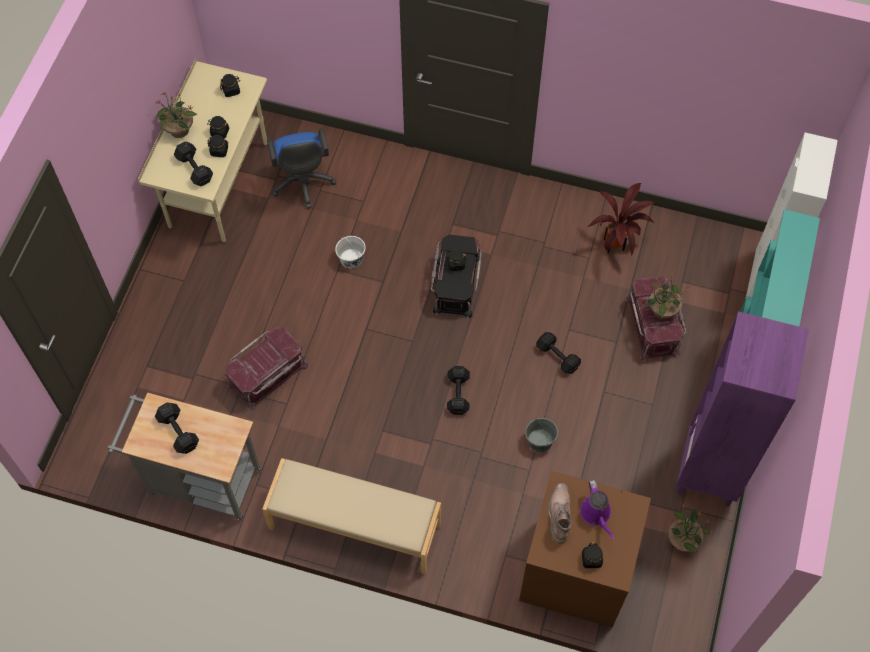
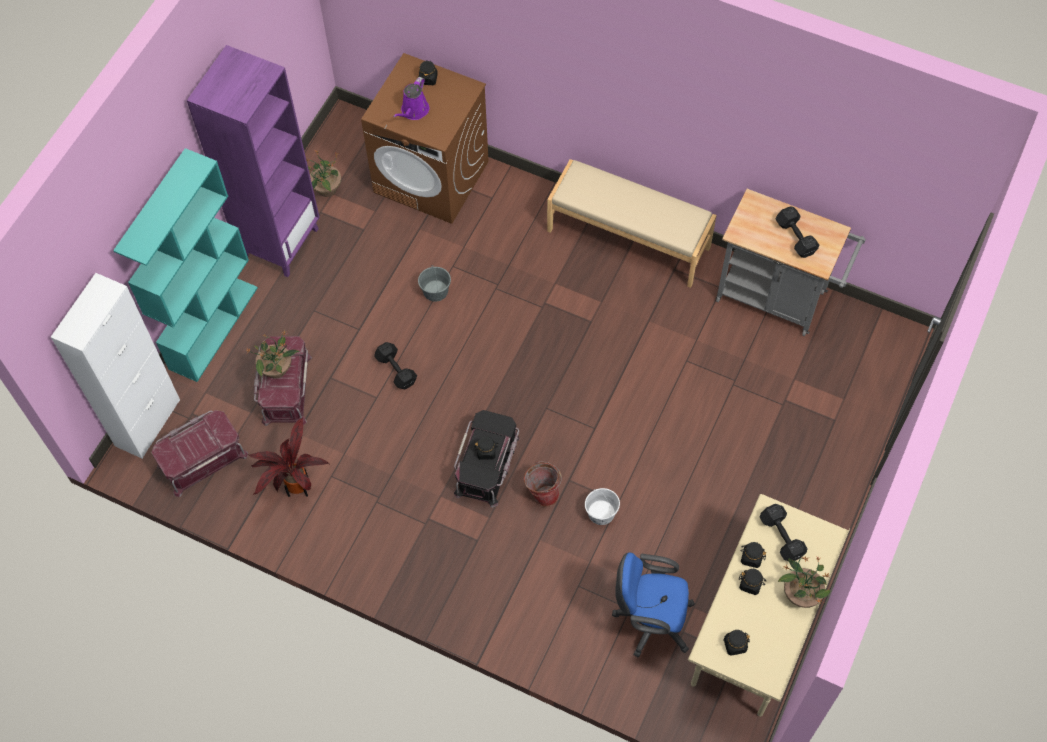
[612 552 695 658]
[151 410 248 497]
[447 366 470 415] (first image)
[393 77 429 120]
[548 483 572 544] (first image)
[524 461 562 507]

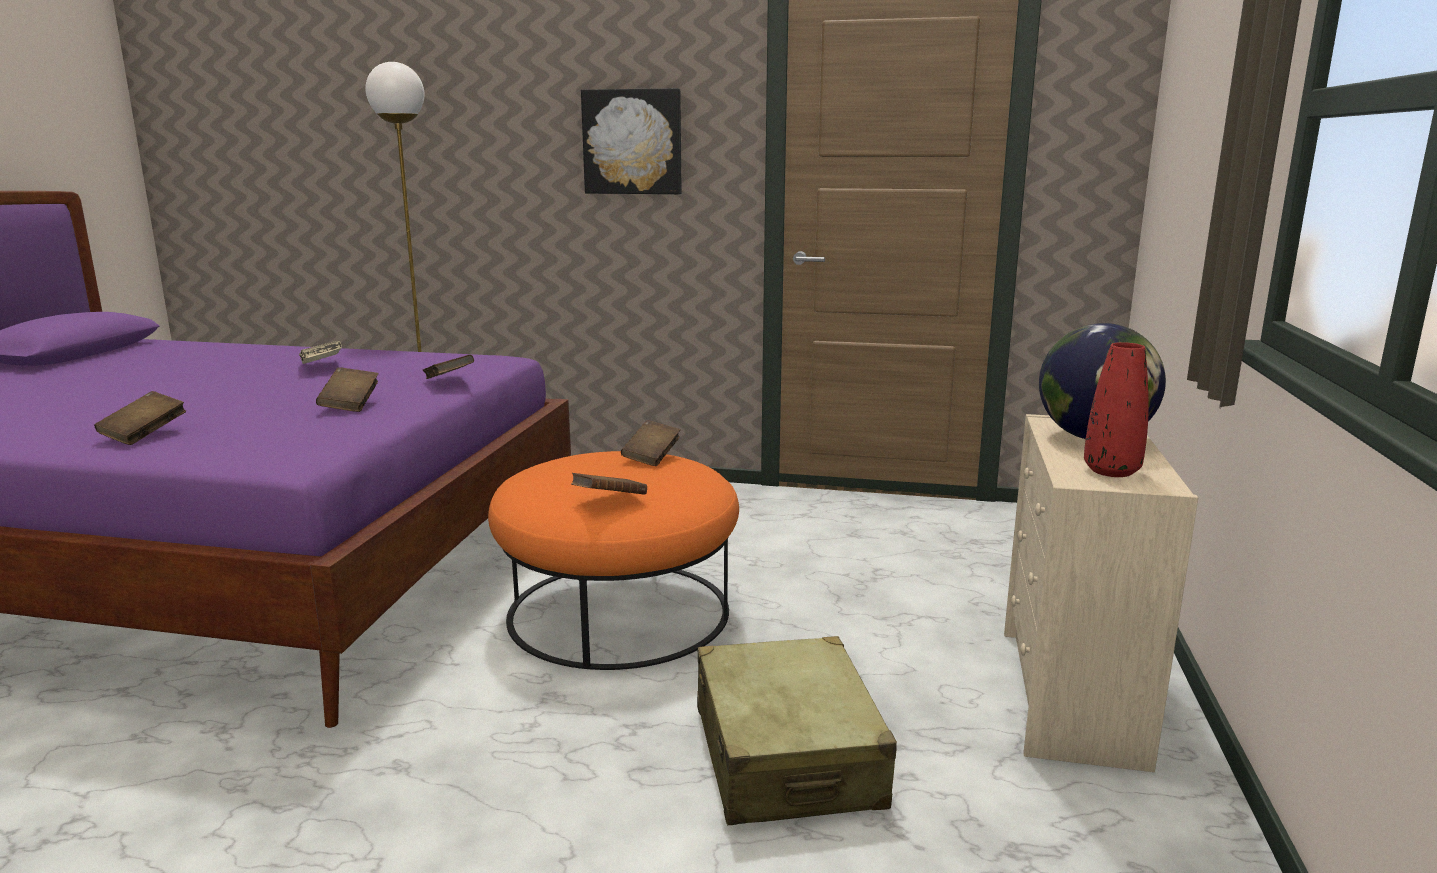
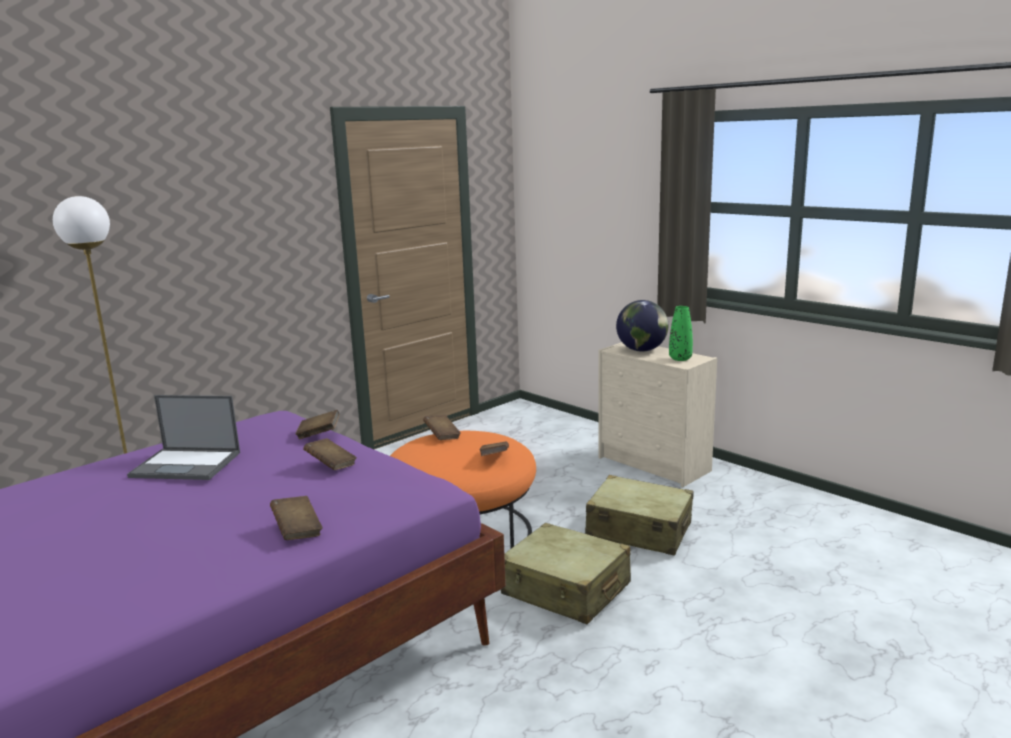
[581 88 682 194] (first image)
[127 395 240 480]
[669 306 693 361]
[501 523 631 624]

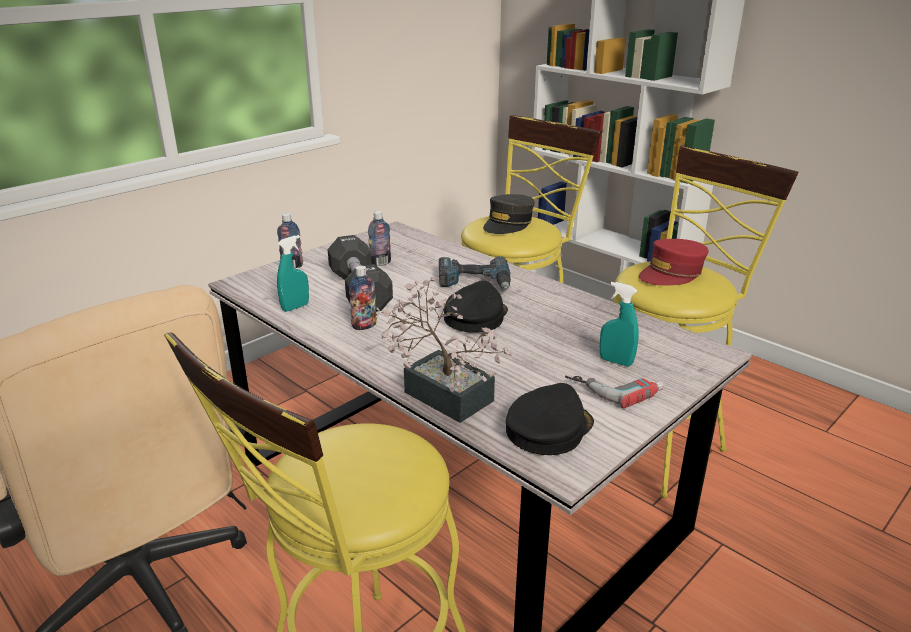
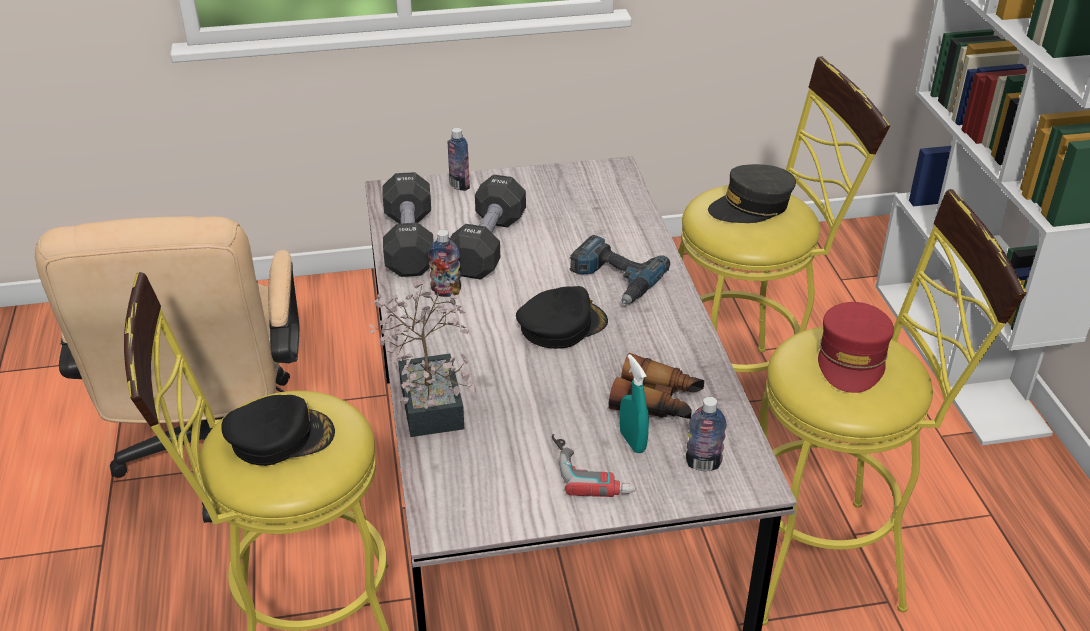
[686 397 727 471]
[382 172 434 277]
[818 302 894 393]
[221 395 335 466]
[609 353 705 419]

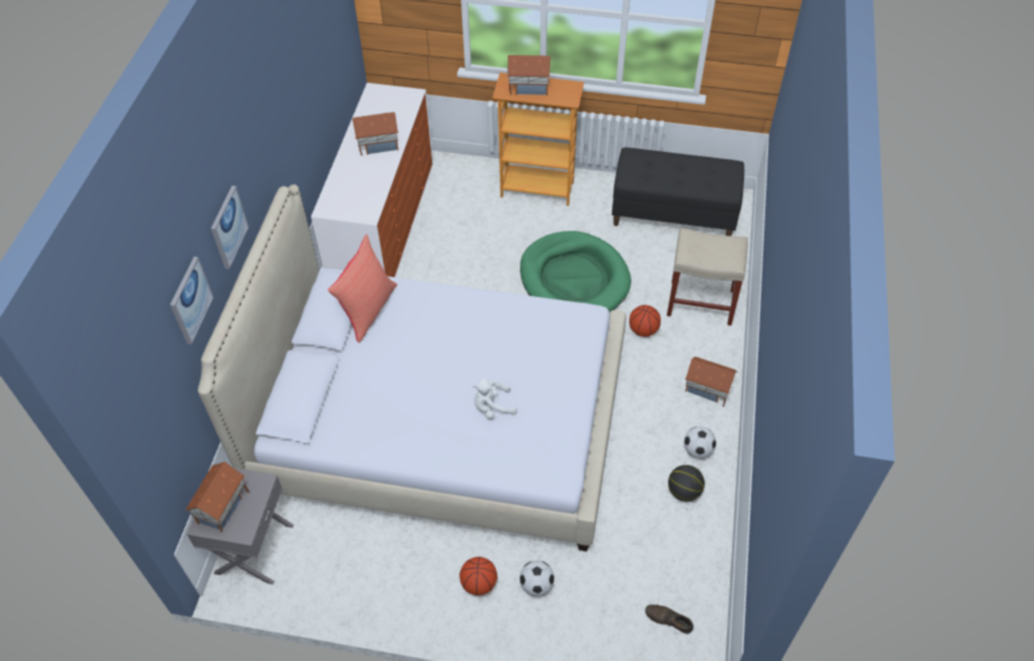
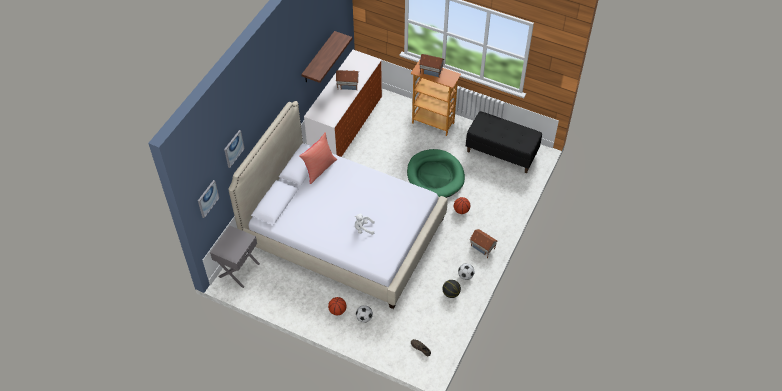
[198 180 219 218]
[667 228 748 326] (first image)
[185 462 249 532] (first image)
[301 31 352 83]

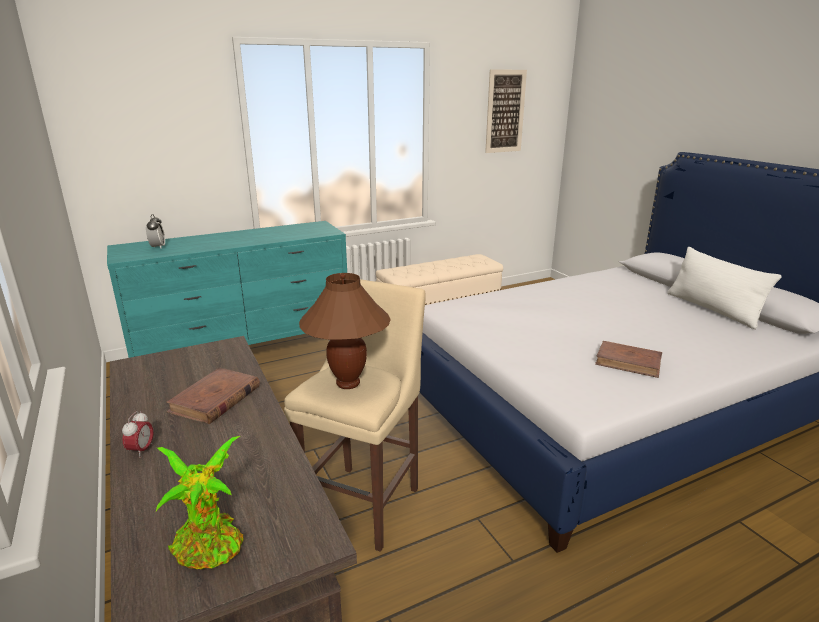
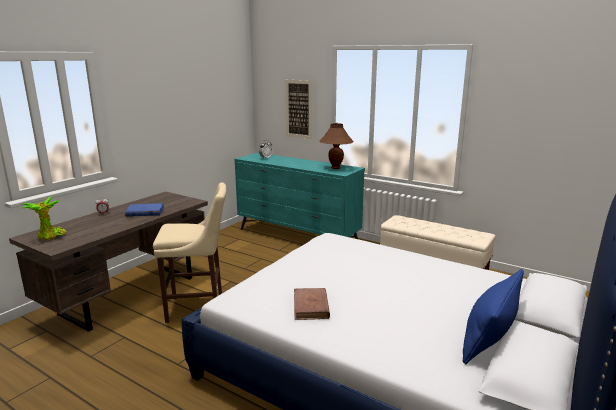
[285 80 312 139]
[463 269 524 364]
[320 123 354 169]
[125 203 164 217]

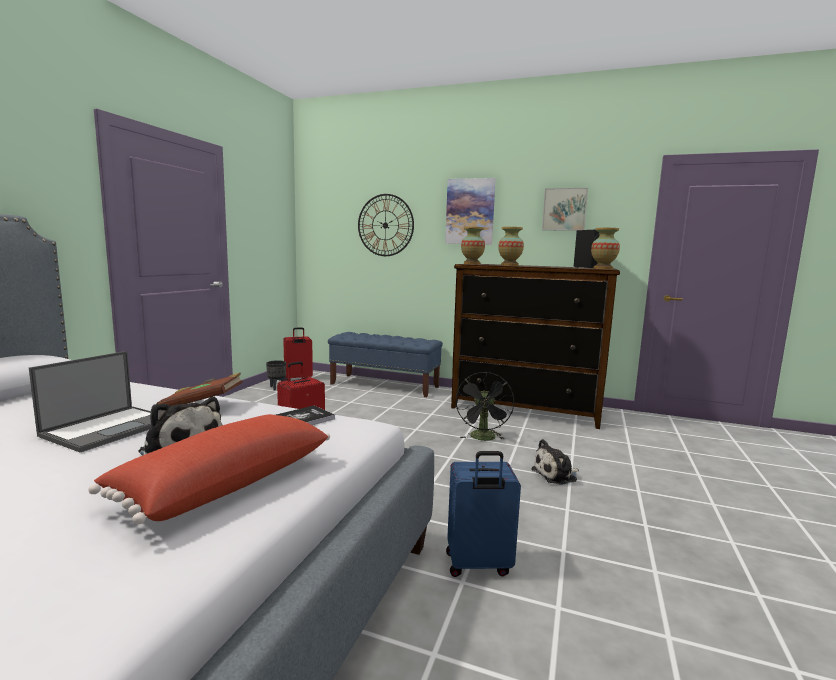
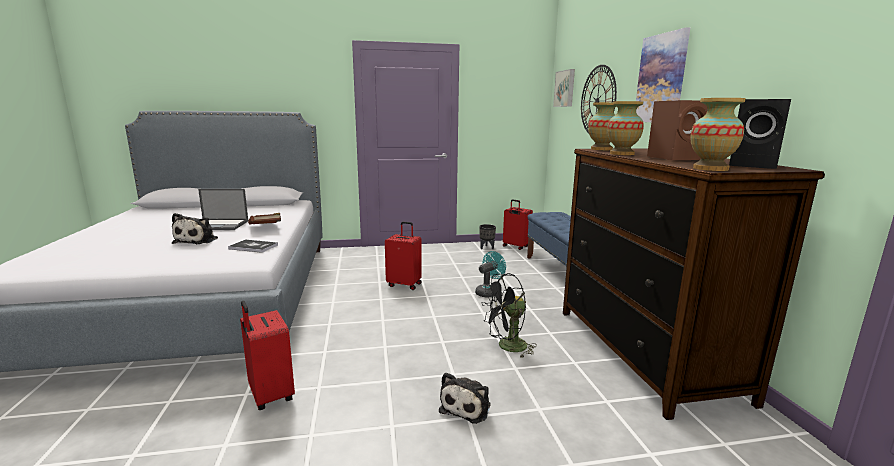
[553 69 575 107]
[88 414 330 524] (first image)
[439 372 491 424]
[240 301 295 410]
[647 100 708 160]
[475 251 506 298]

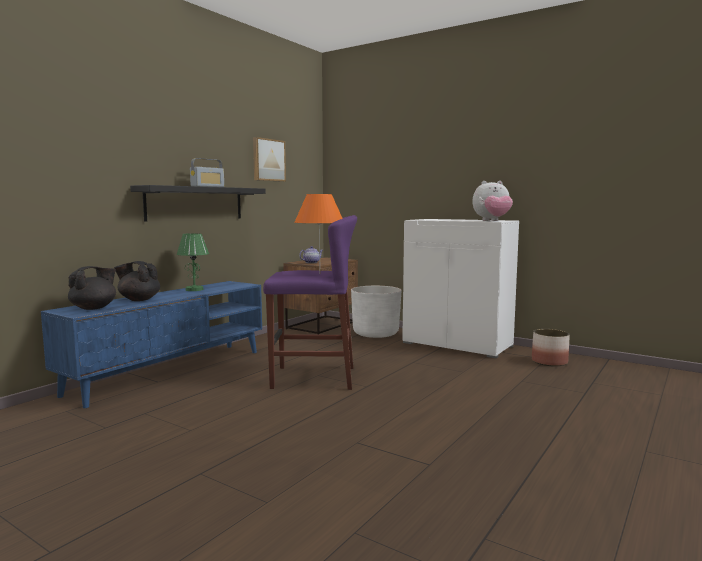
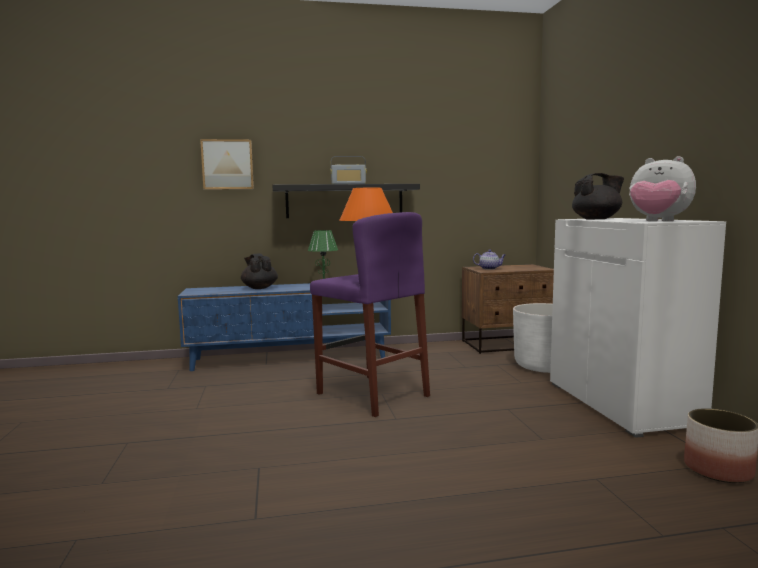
[200 139 254 190]
[572 173 624 220]

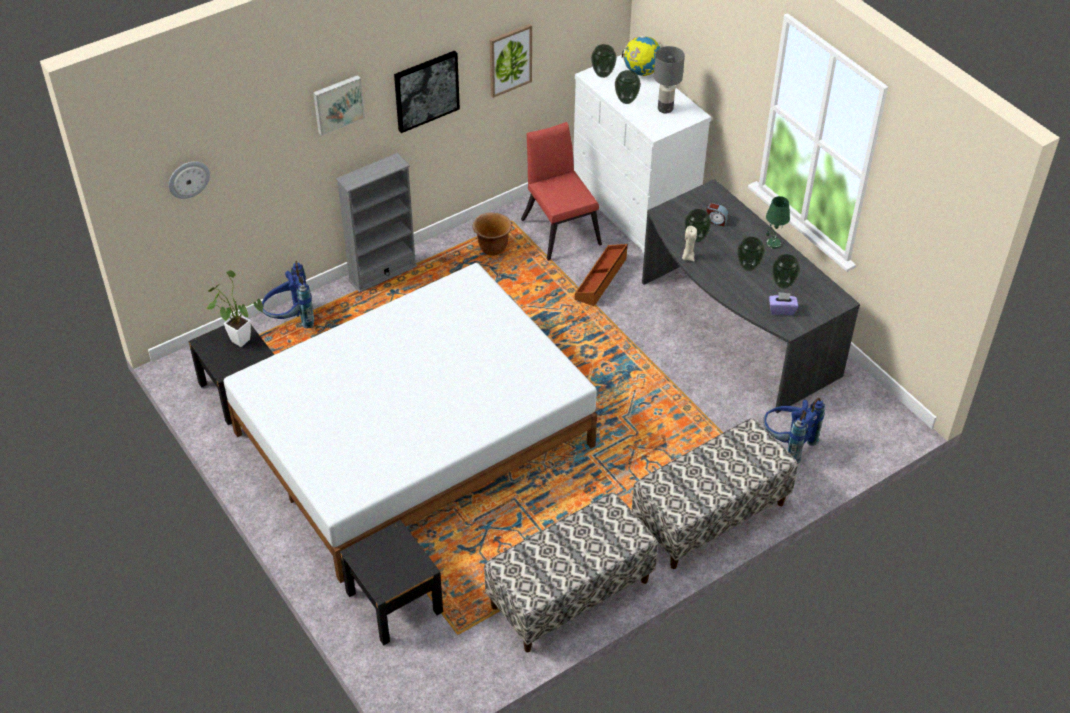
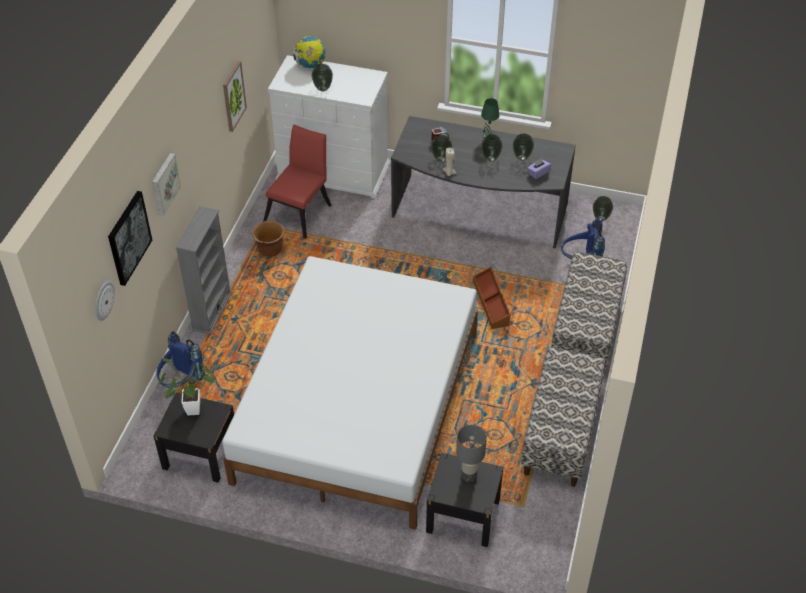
[593 196 613 222]
[456 425 487 482]
[108 191 152 286]
[263 125 331 239]
[473 267 511 329]

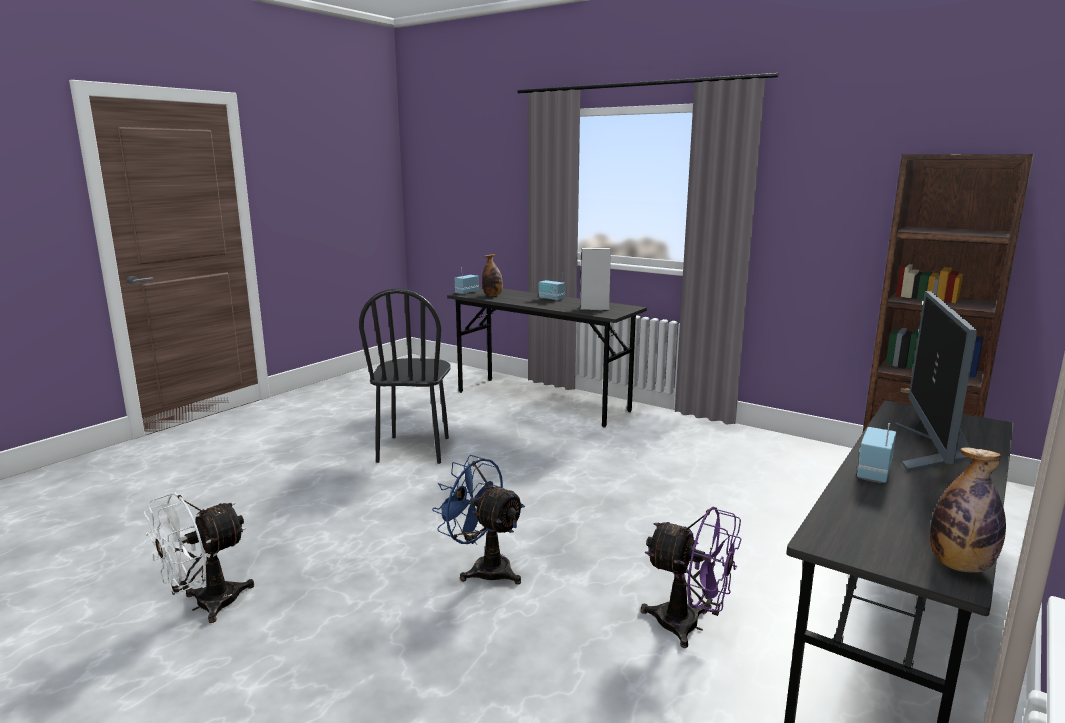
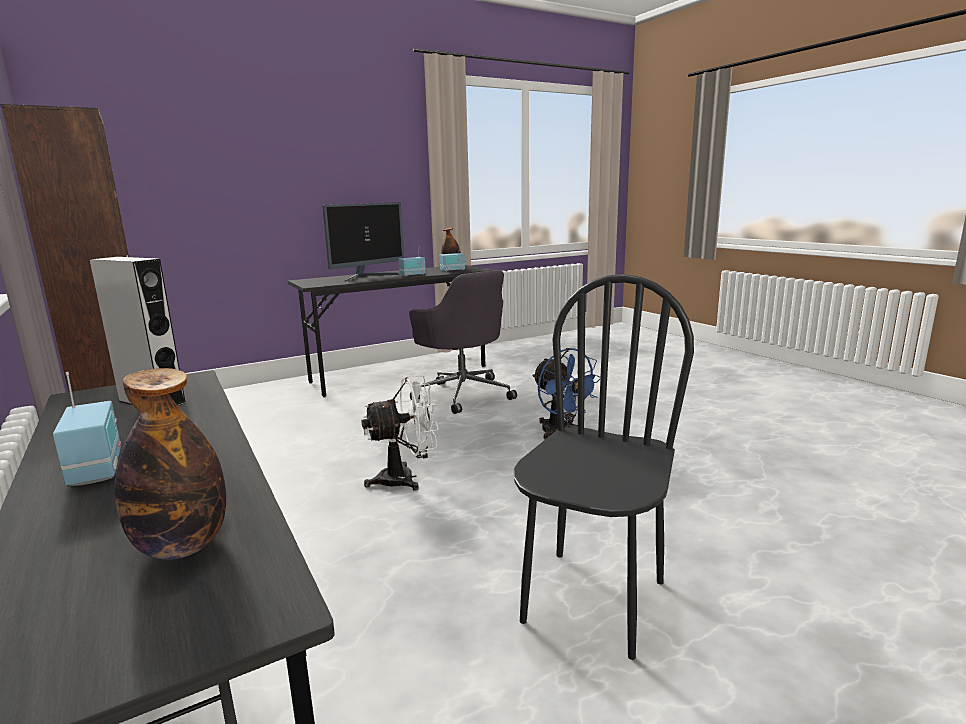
[440 245 465 272]
[361 375 439 491]
[409 270 517 414]

